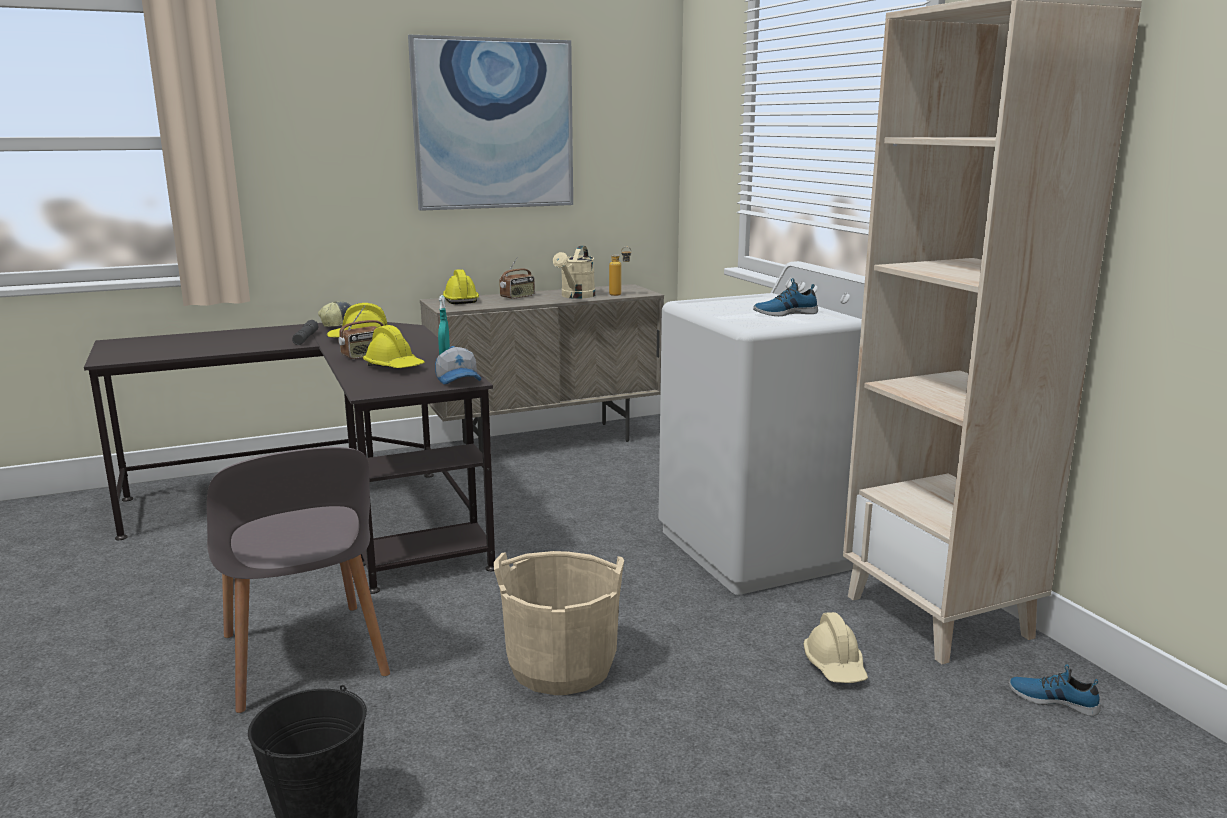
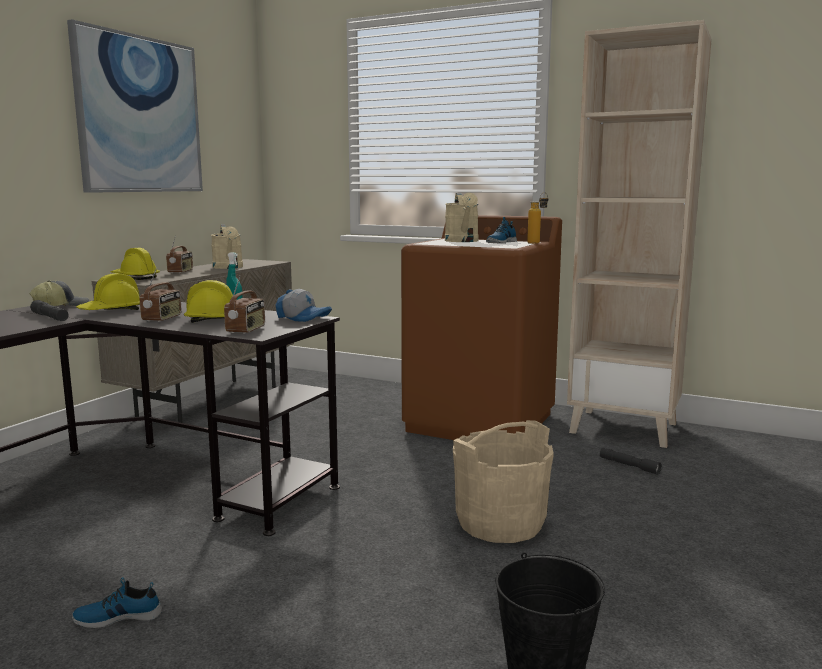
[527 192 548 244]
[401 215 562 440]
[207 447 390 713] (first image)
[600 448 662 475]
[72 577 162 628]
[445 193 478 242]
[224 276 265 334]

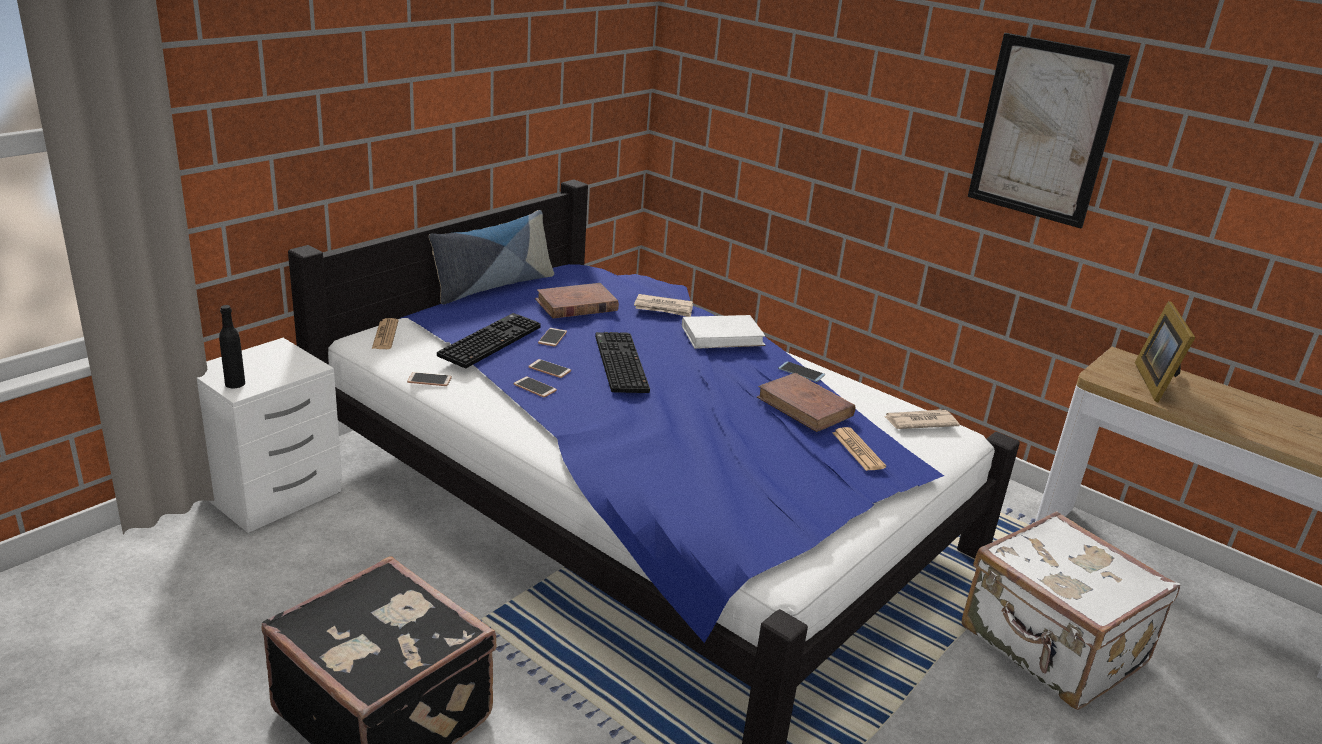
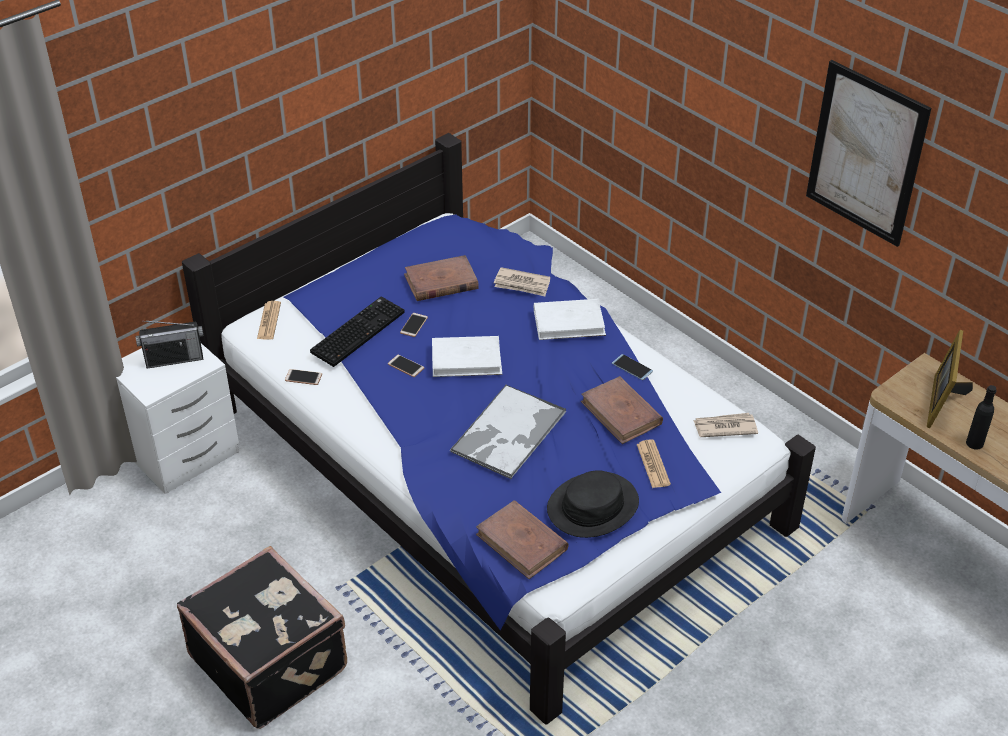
[429 210 554 304] (first image)
[966 385 997 450]
[432 336 502 377]
[514 376 557 397] (first image)
[962 511 1180 710] (first image)
[136 320 203 369]
[450 384 567 480]
[547 470 639 538]
[476 500 569 579]

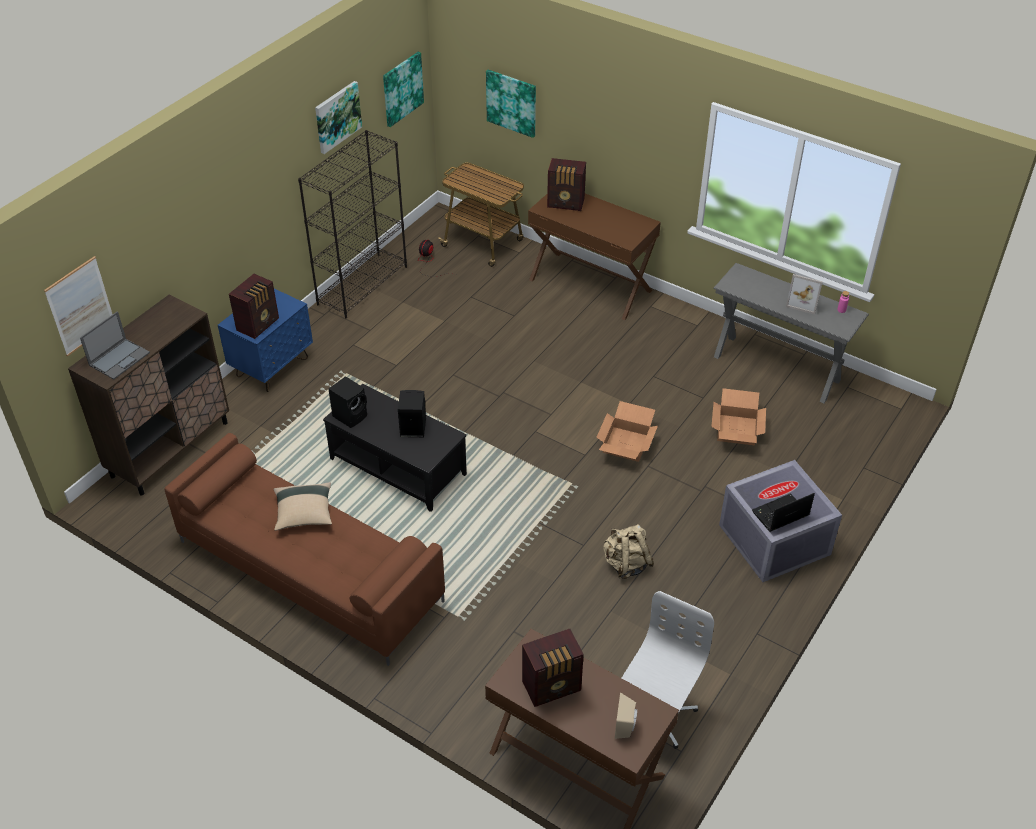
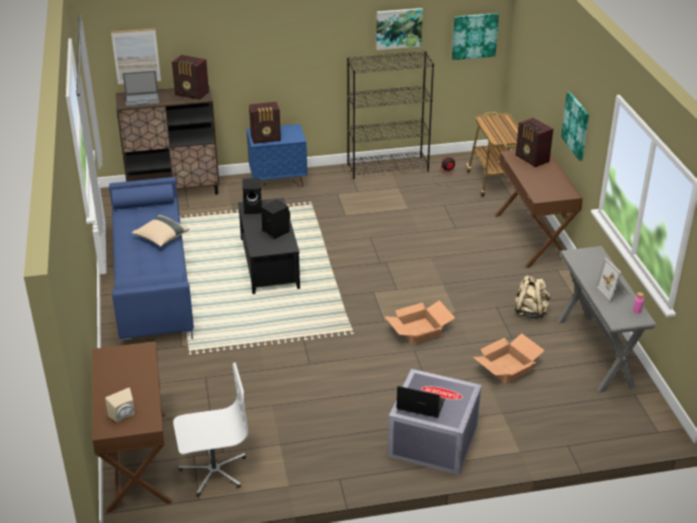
[561 91 589 161]
[109 177 194 345]
[515 275 551 319]
[172 55 209 100]

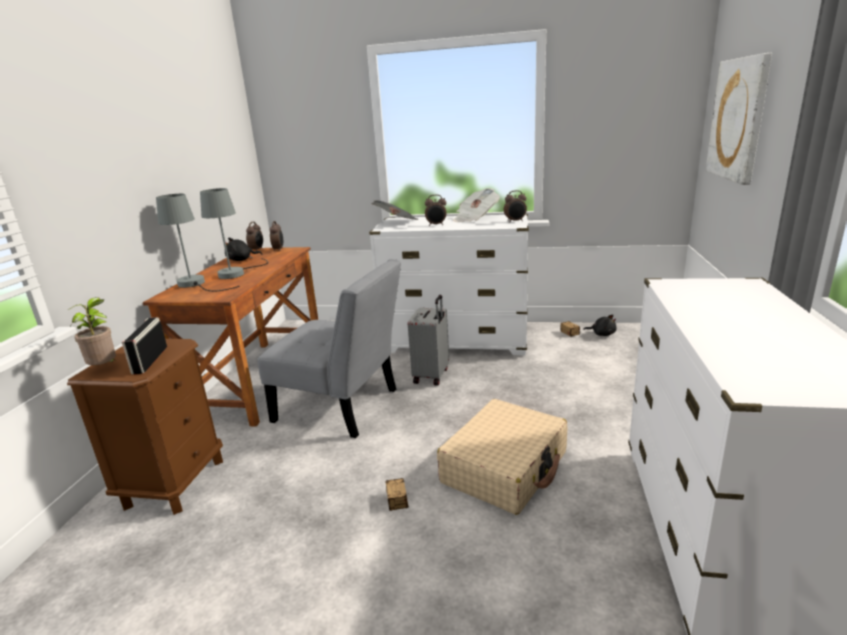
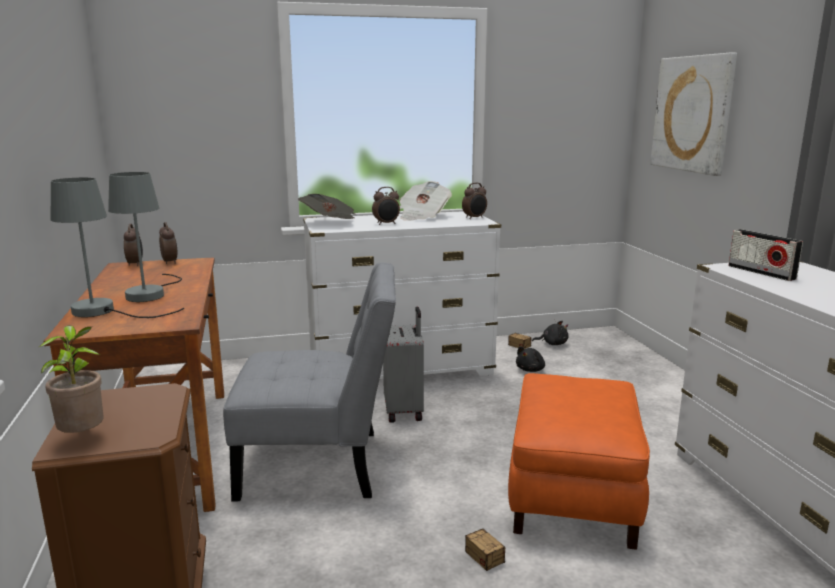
[516 346 545 372]
[728 229 803 281]
[508 373 650 550]

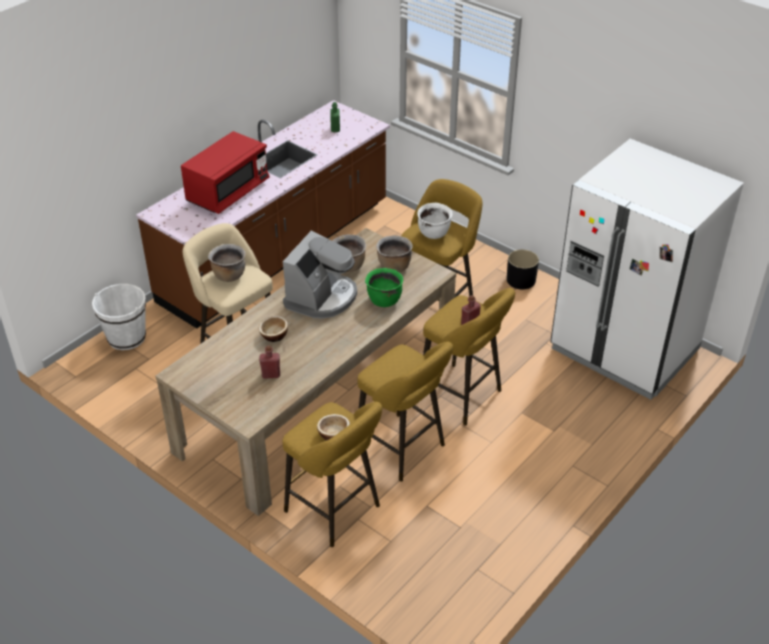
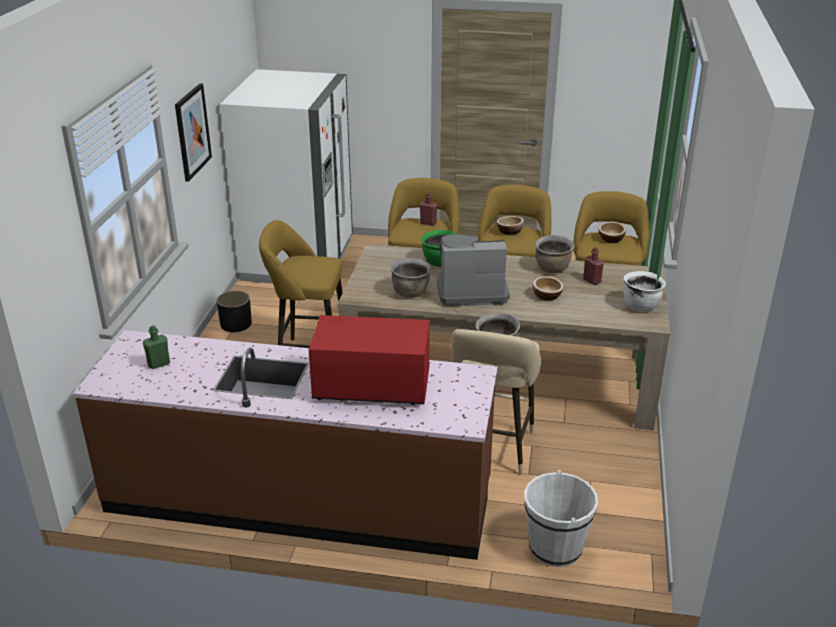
[623 271 666 312]
[535 235 574 273]
[175 83 212 182]
[497 216 524 235]

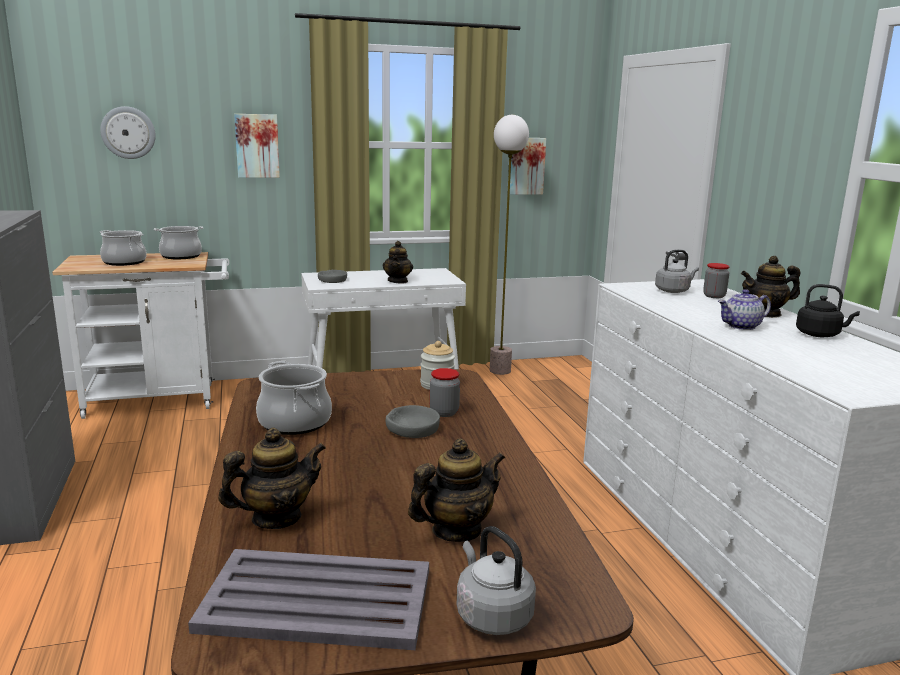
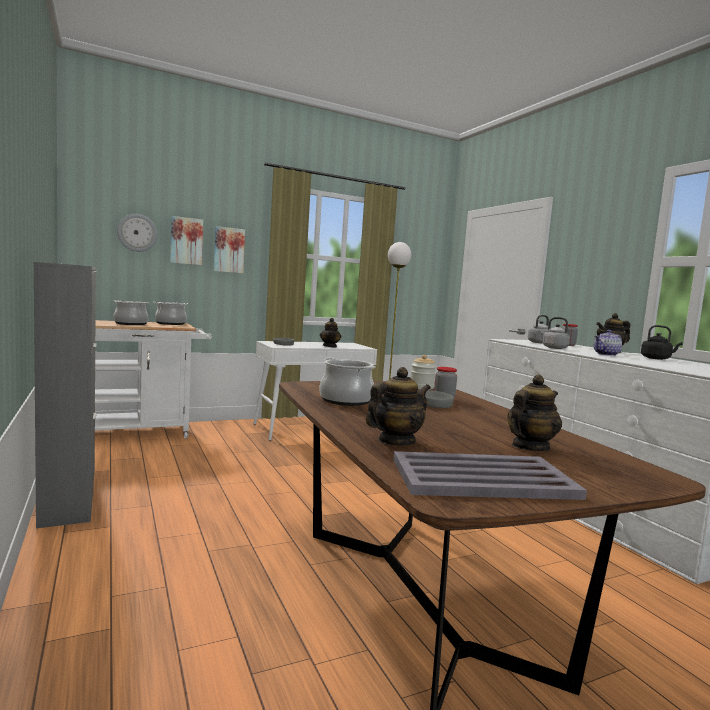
[170 216 203 265]
[539 317 570 349]

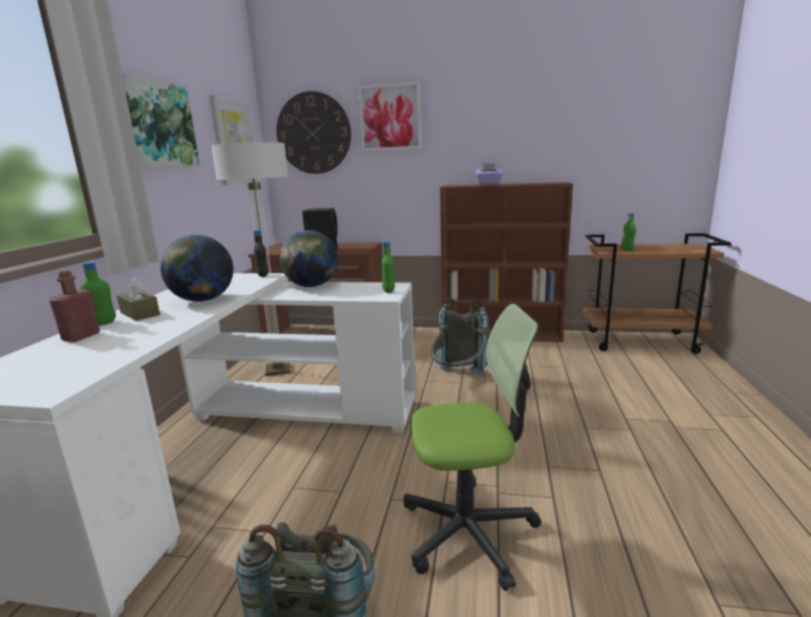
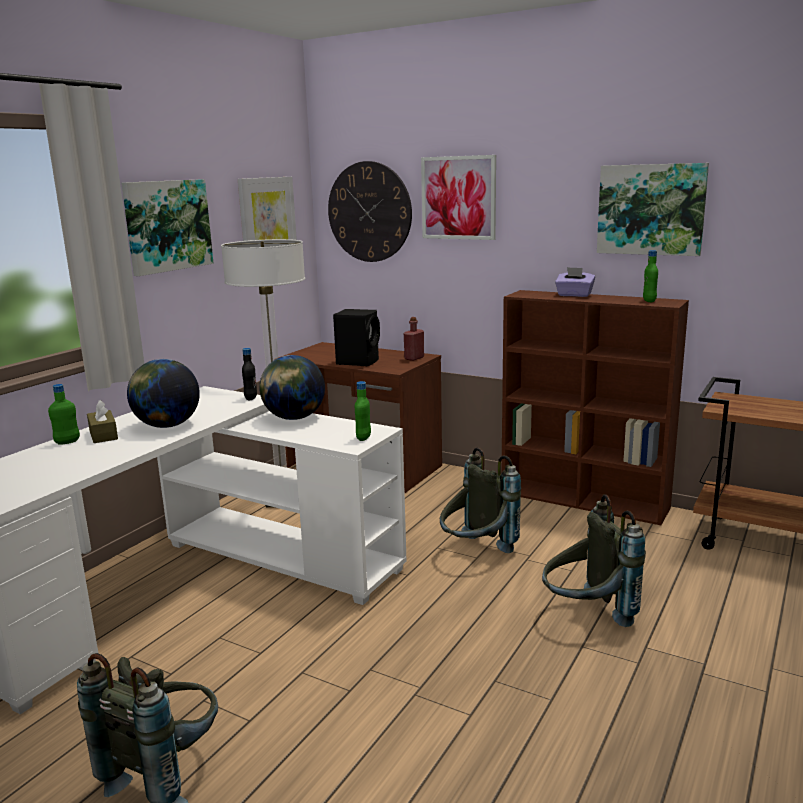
[643 250 658 302]
[404 317 424 361]
[403 304 541 591] (first image)
[597 163 709 256]
[542 495 646 627]

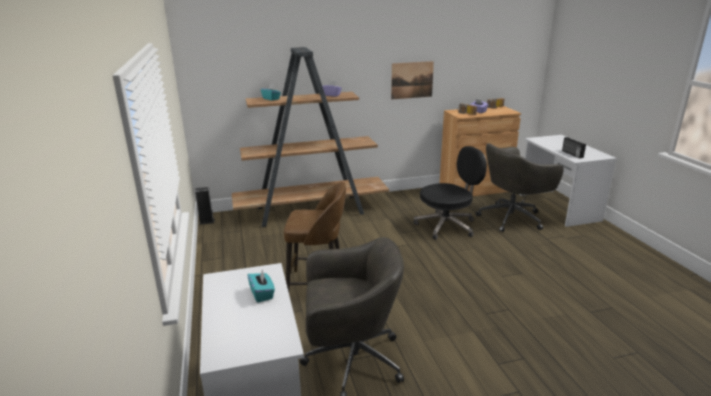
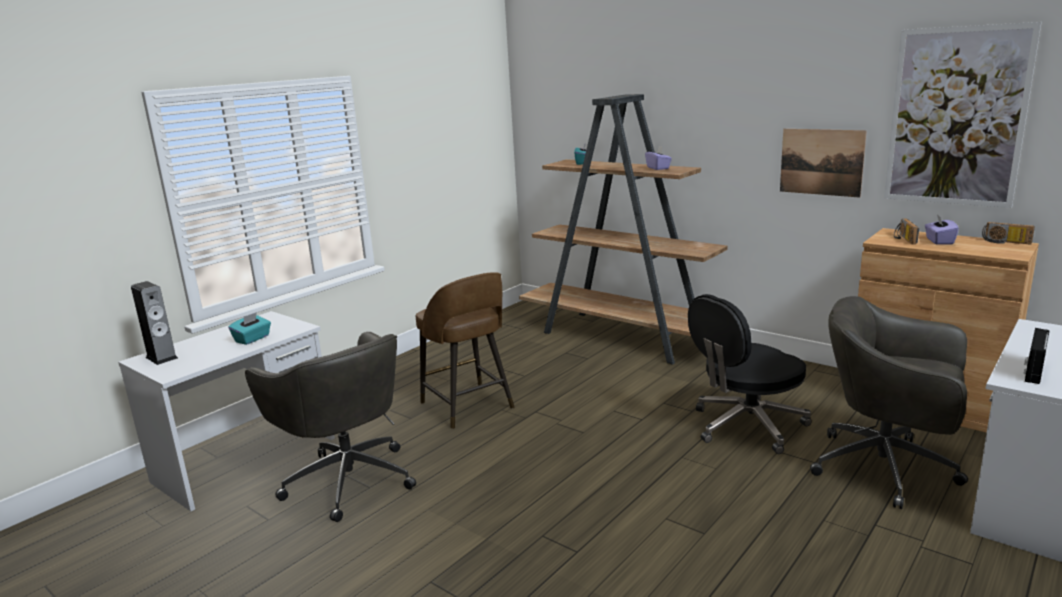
[688 294 812 454]
[131 281 178 365]
[884 22 1042 208]

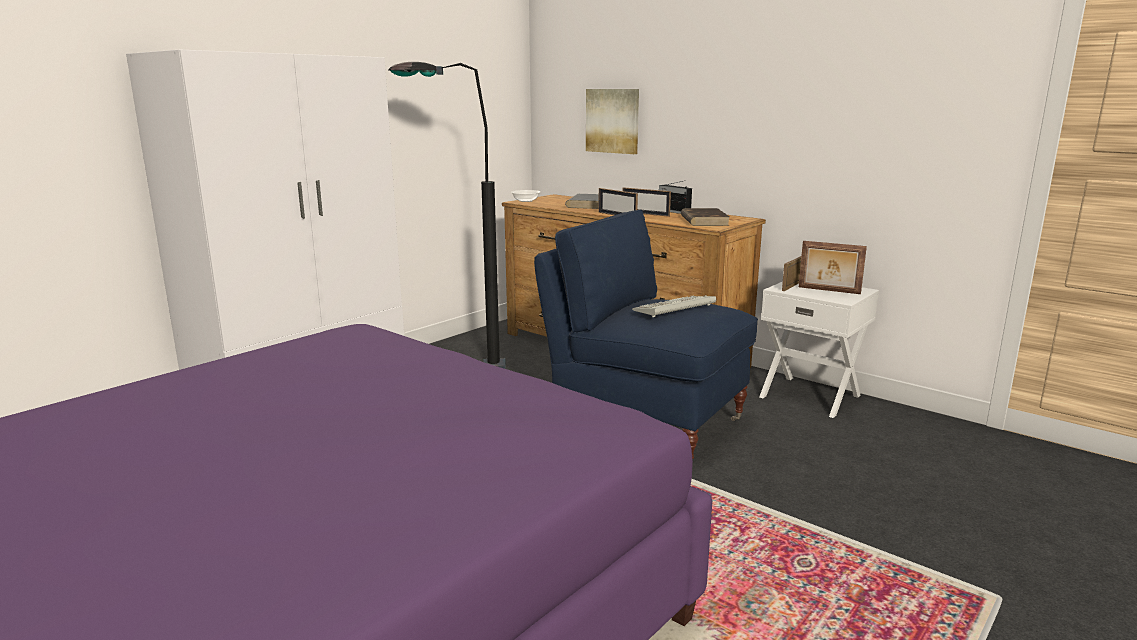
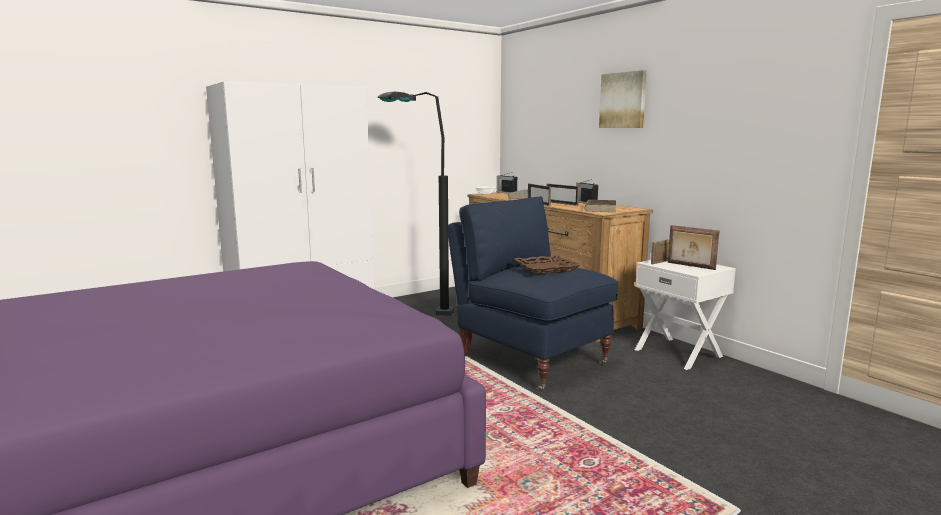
[599 70 647 128]
[514 255 580 274]
[497 173 517 194]

